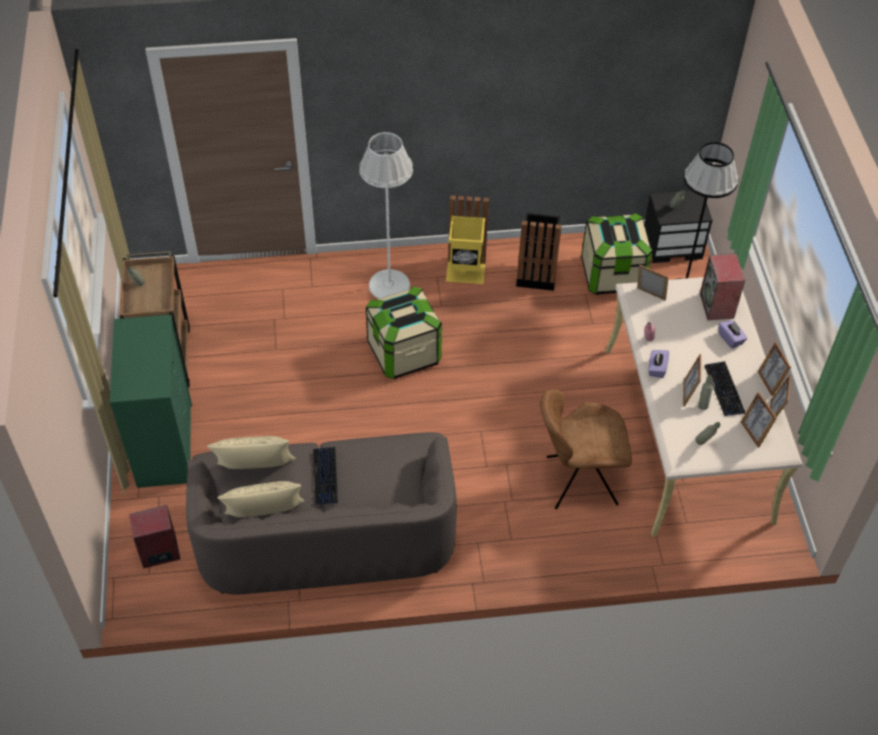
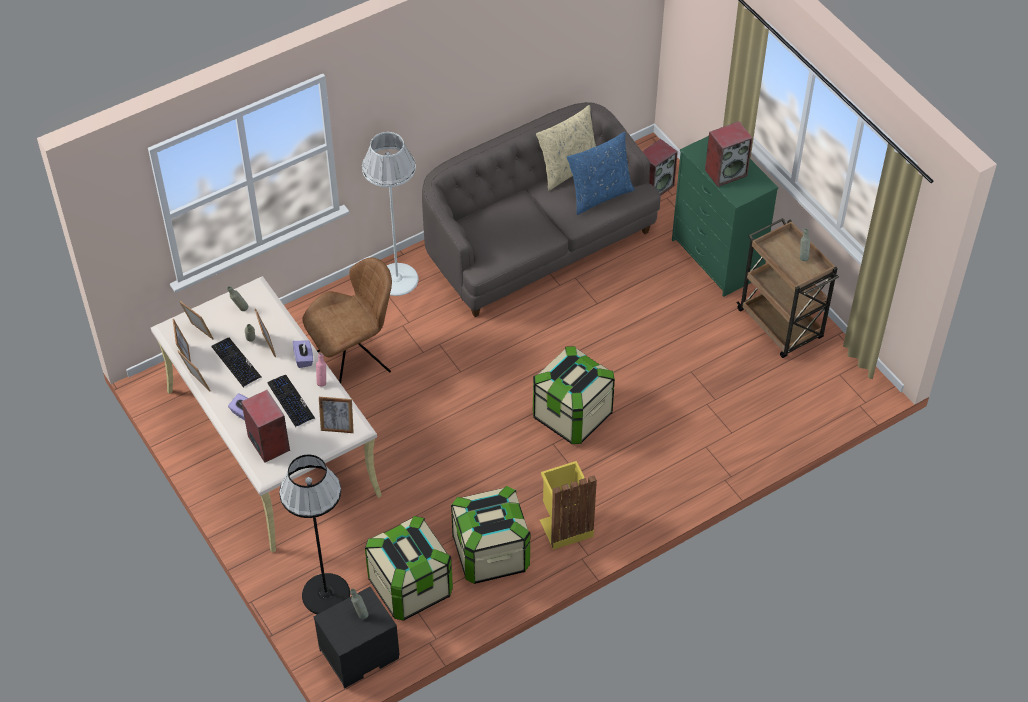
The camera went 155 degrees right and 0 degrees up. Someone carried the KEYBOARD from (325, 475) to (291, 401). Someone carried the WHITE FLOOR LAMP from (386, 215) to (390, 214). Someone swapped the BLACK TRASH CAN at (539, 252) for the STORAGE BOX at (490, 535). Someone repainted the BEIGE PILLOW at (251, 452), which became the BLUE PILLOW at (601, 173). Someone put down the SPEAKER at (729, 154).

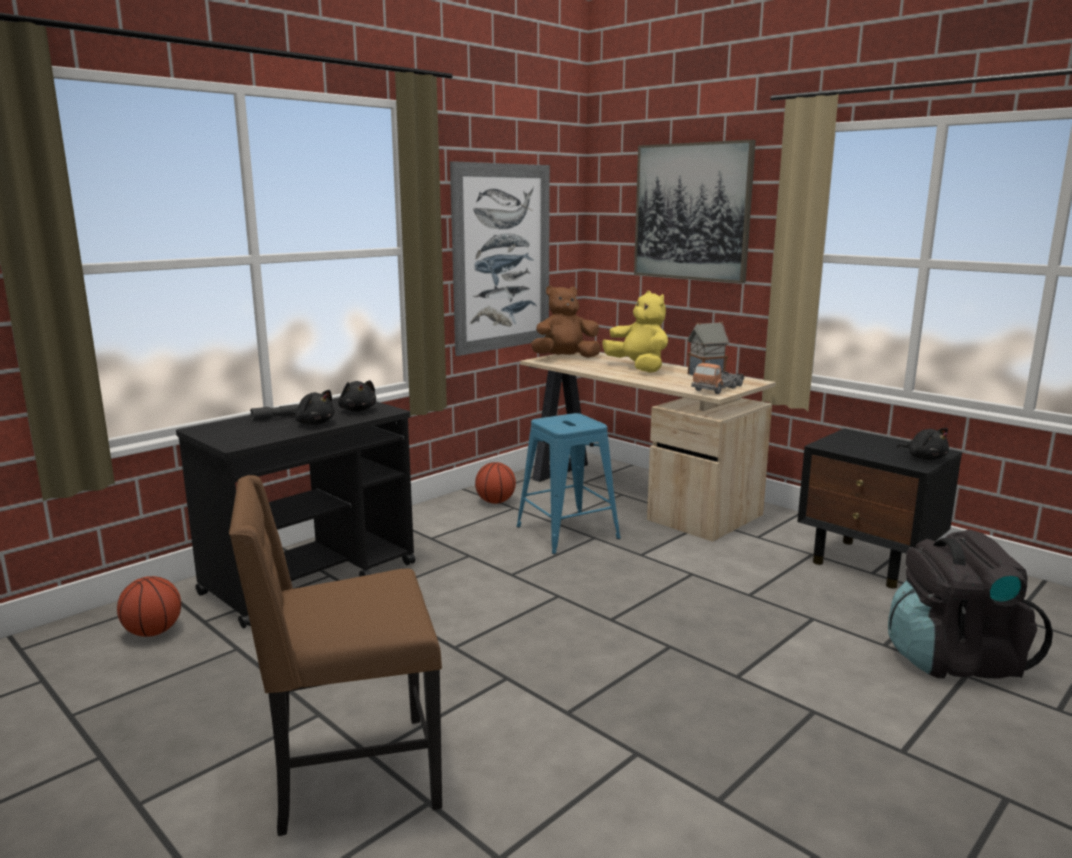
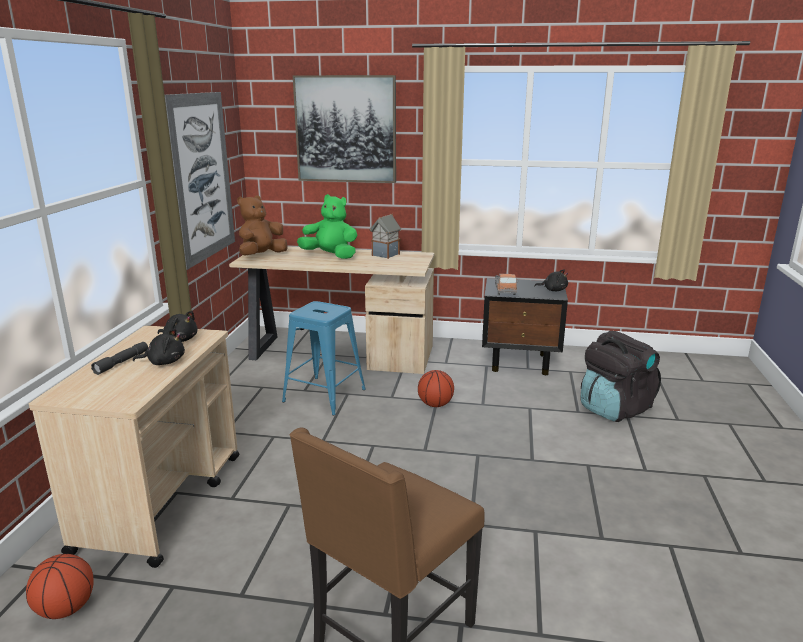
The camera went 35 degrees left and 5 degrees up. Someone repainted the BLACK CART at (296, 513), which became the BEIGE CART at (134, 447). Someone repainted the YELLOW PLUSH TOY at (635, 332), which became the GREEN PLUSH TOY at (327, 226). Someone carried the BASKETBALL from (495, 483) to (436, 388). Someone carried the TOY TRUCK from (717, 378) to (506, 284).

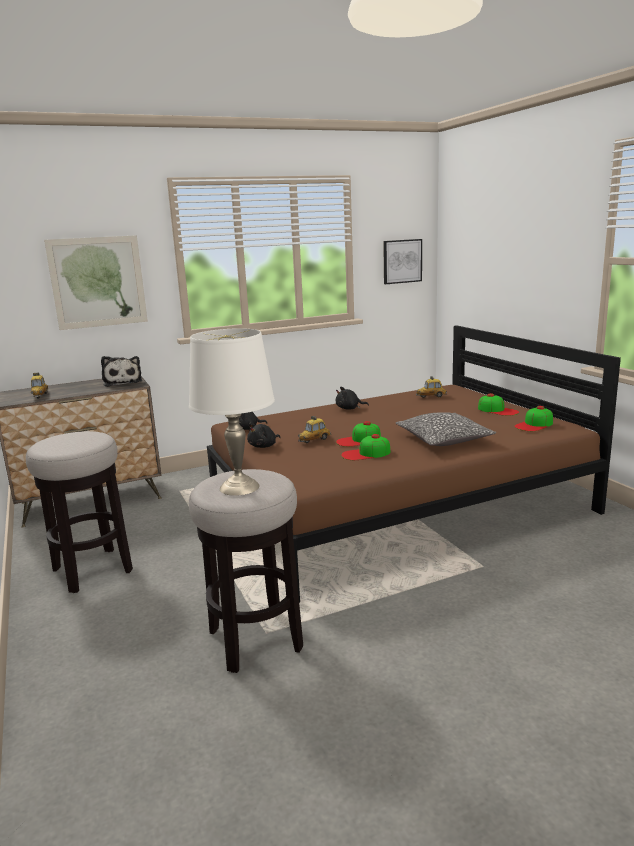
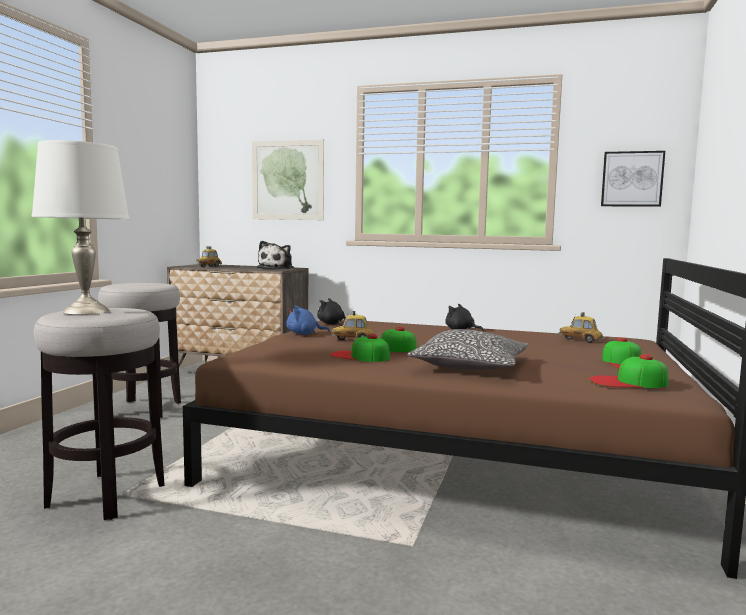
The camera went 40 degrees right and 10 degrees down. Someone repainted the BLACK PLUSH TOY at (264, 435), which became the BLUE PLUSH TOY at (308, 320).

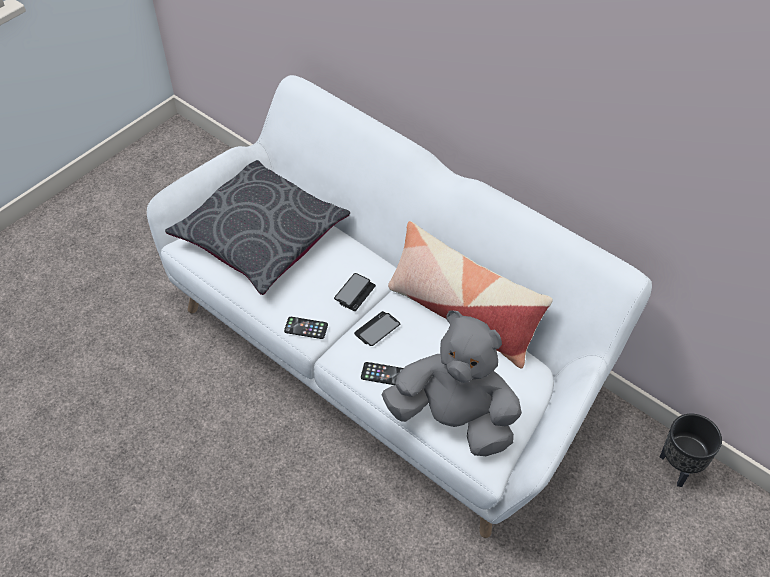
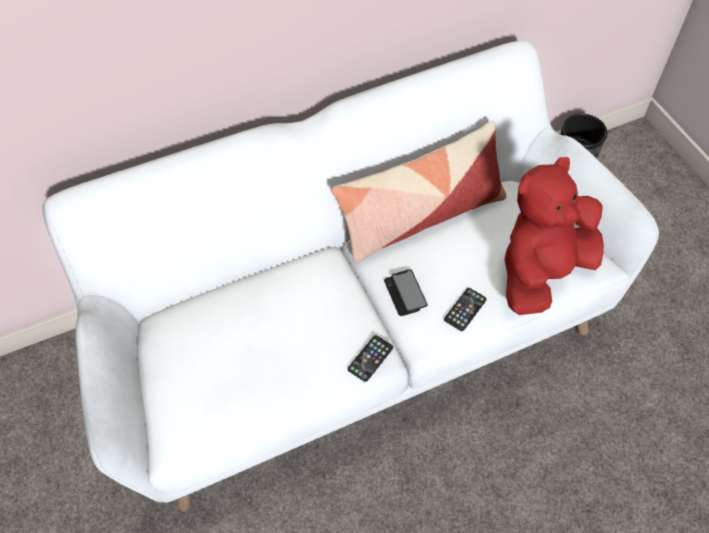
The camera went 65 degrees left and 5 degrees up. Someone repainted the GREY PLUSH TOY at (452, 383), which became the RED PLUSH TOY at (554, 236). Someone took away the GREY PILLOW at (257, 227). Someone took away the PHONE at (355, 292).

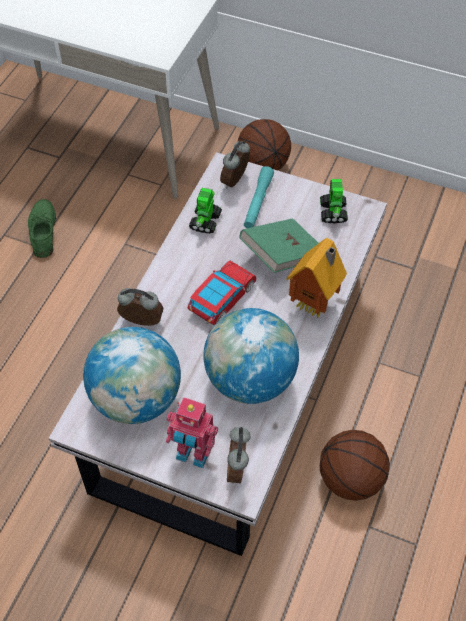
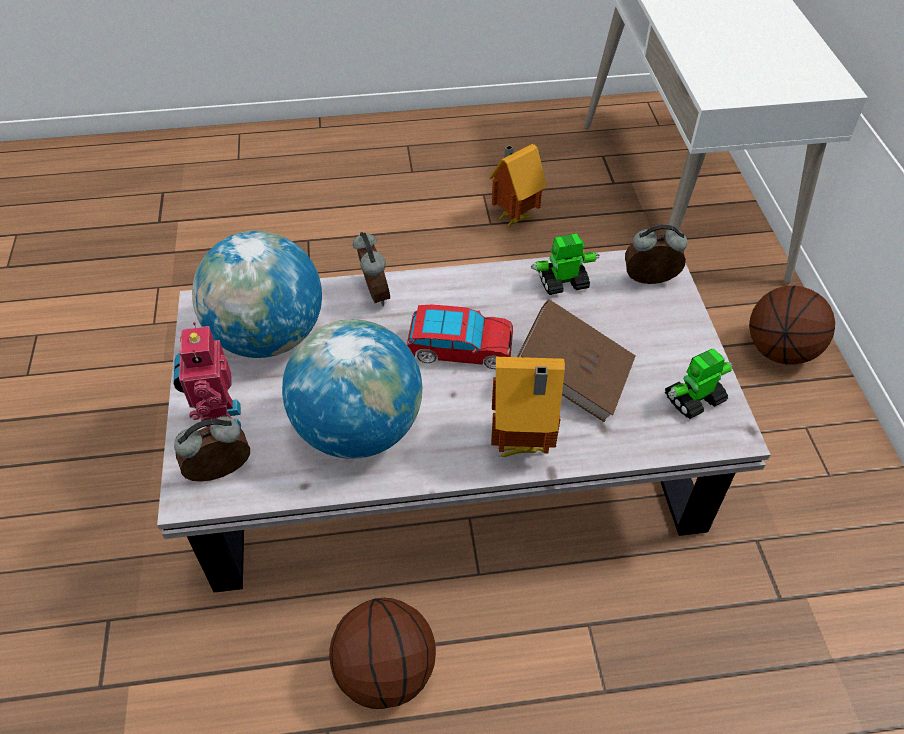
The camera went 60 degrees right and 5 degrees down. Someone swapped the GREEN SHOE at (42, 228) for the TOY HOUSE at (518, 186). Someone repainted the GREEN BOOK at (279, 245), which became the BROWN BOOK at (576, 360). Someone took away the TURQUOISE FLASHLIGHT at (259, 197).

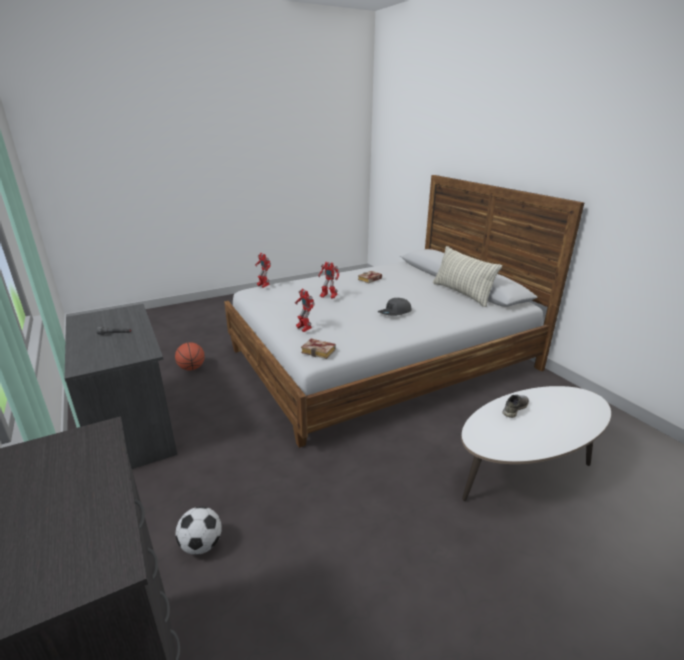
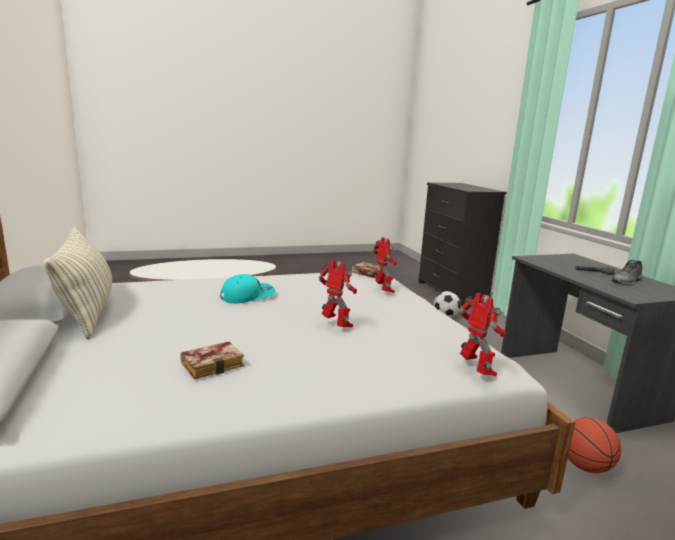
The camera went 170 degrees left and 10 degrees down. Someone repainted the GREY CAP at (395, 307), which became the TURQUOISE CAP at (247, 288). Someone carried the GREY SHOE from (516, 406) to (627, 273).

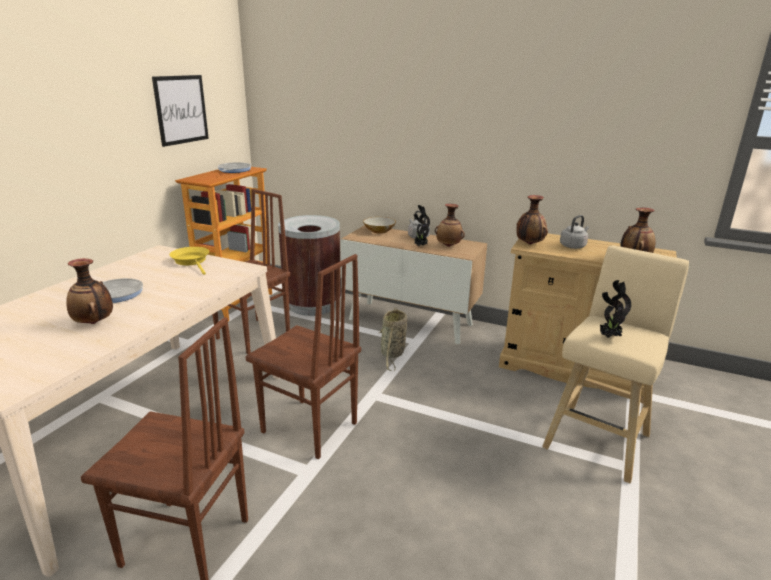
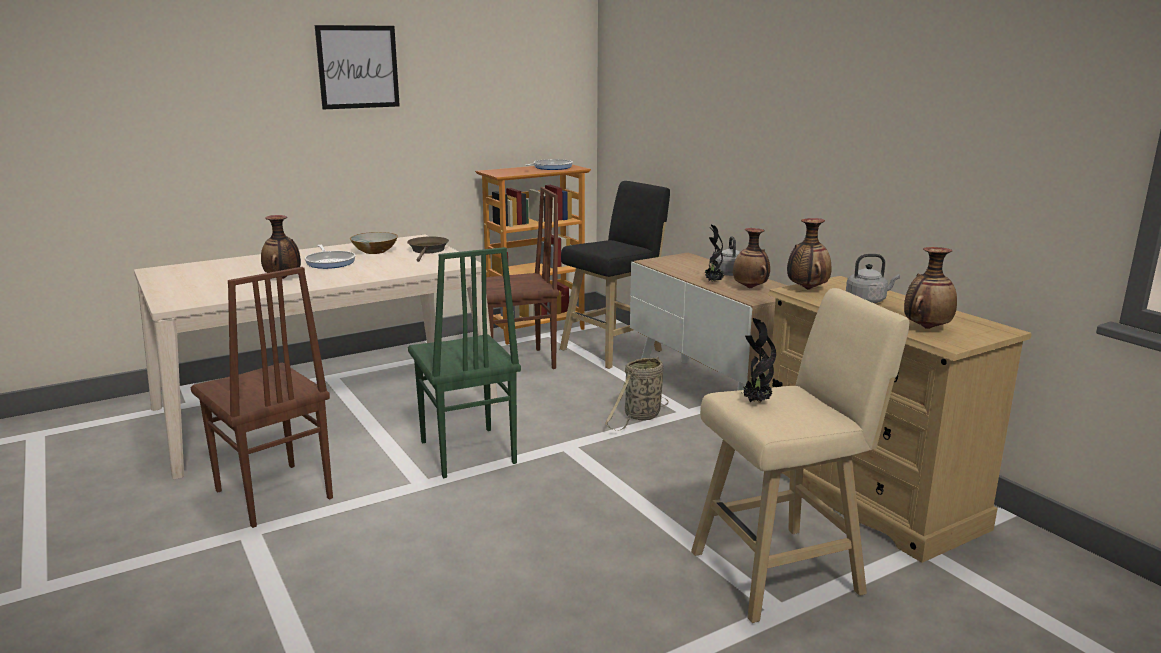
The camera went 35 degrees right and 5 degrees down. Someone carried the PICTURE from (180, 111) to (357, 67). Someone carried the BOWL from (379, 225) to (374, 243). Someone repainted the YELLOW FRYING PAN at (189, 261), which became the BROWN FRYING PAN at (428, 249). Someone repainted the BROWN CHAIR at (303, 356), which became the GREEN CHAIR at (464, 362). Someone swapped the BROWN TRASH CAN at (309, 265) for the BLACK STOOL at (615, 275).

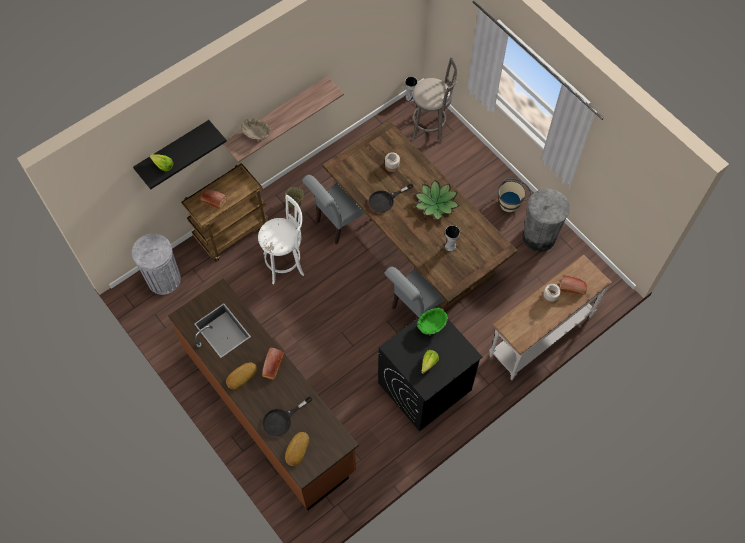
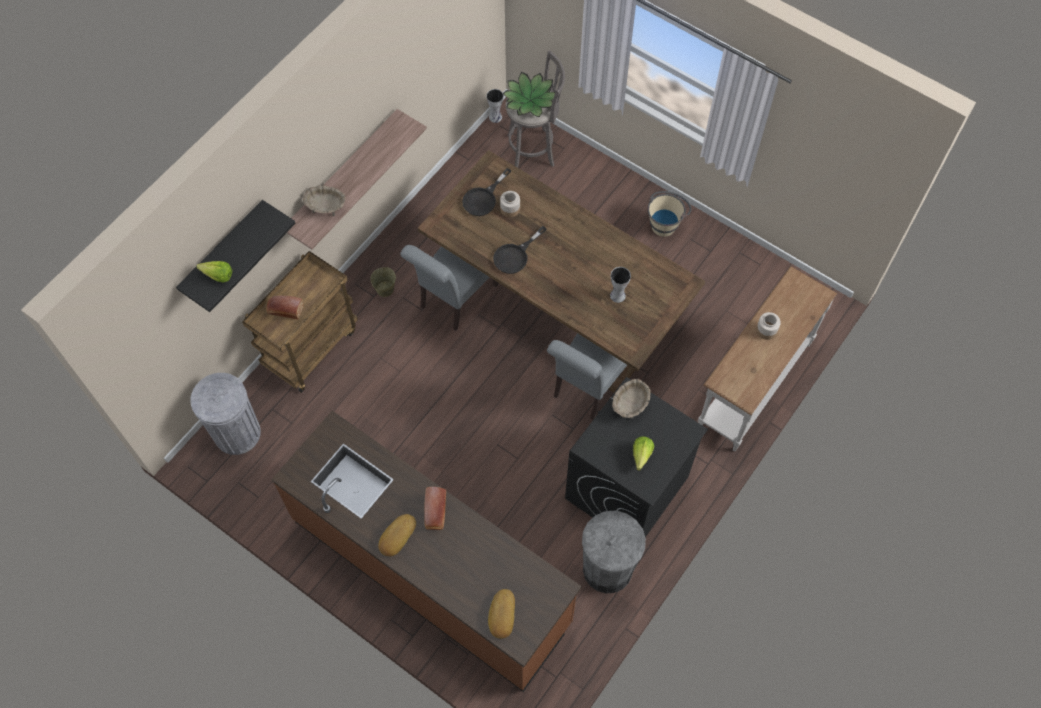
The camera went 15 degrees left and 0 degrees up. Someone carried the BLACK FRYING PAN from (287, 416) to (486, 192). Someone carried the POTTED PLANT from (437, 200) to (529, 94). Someone carried the GREY TRASH CAN from (546, 220) to (614, 552). Someone repainted the GREEN BOWL at (432, 322), which became the BEIGE BOWL at (631, 399). Someone took away the WHITE STOOL at (281, 239). Someone took away the BREAD at (573, 285).

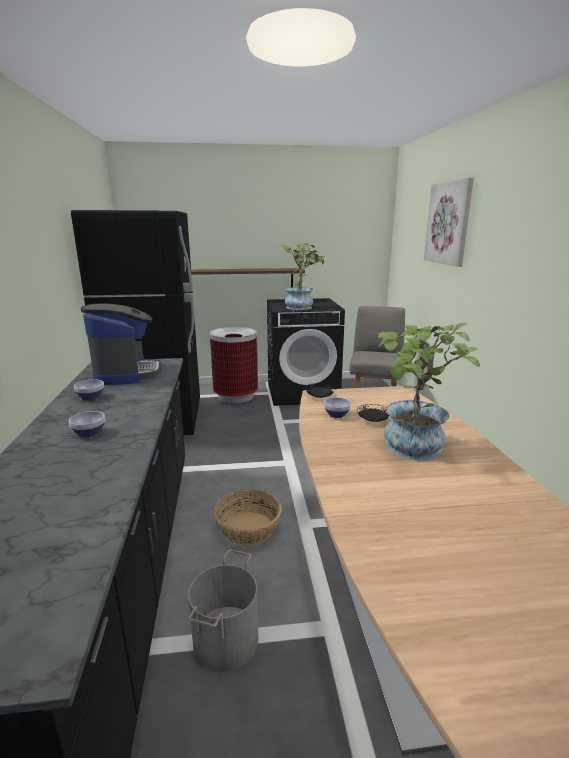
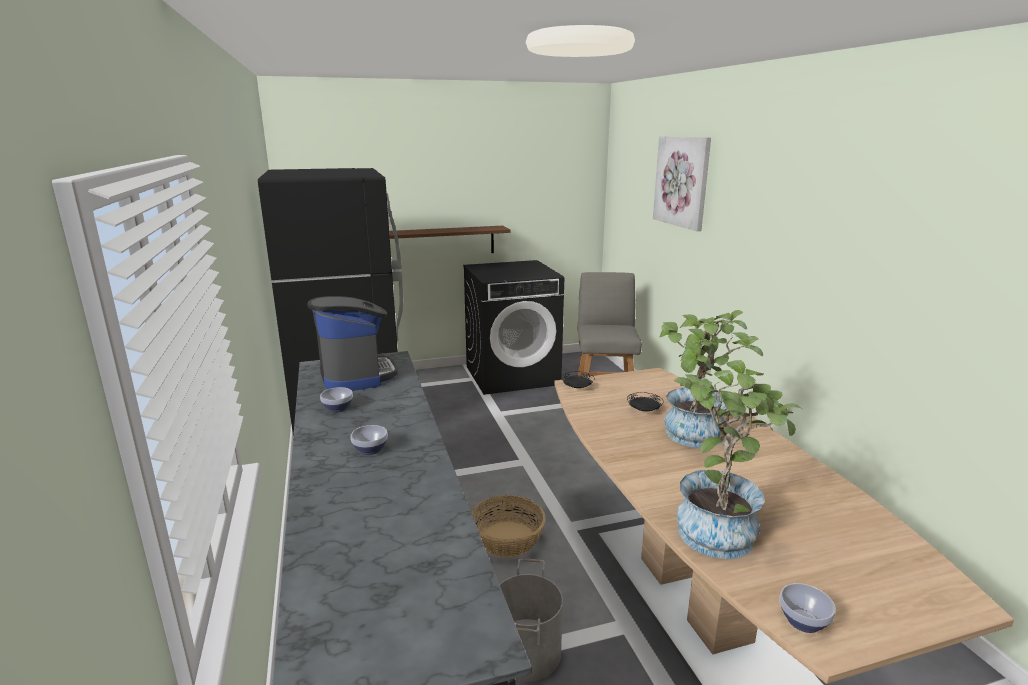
The camera went 10 degrees left and 0 degrees up. Someone carried the POTTED PLANT from (302, 276) to (738, 459). Someone carried the BOWL from (337, 407) to (808, 608). Someone took away the TRASH CAN at (234, 365).

